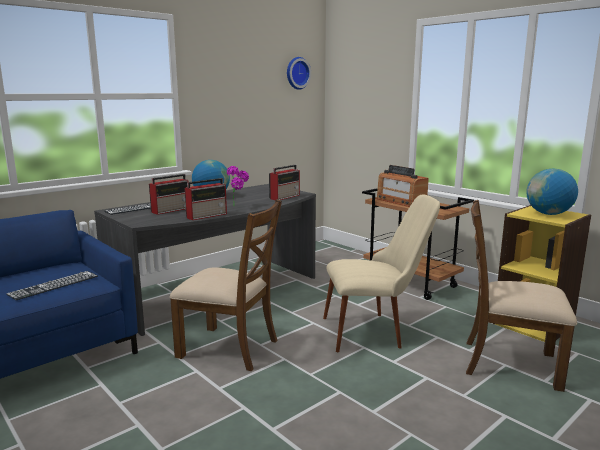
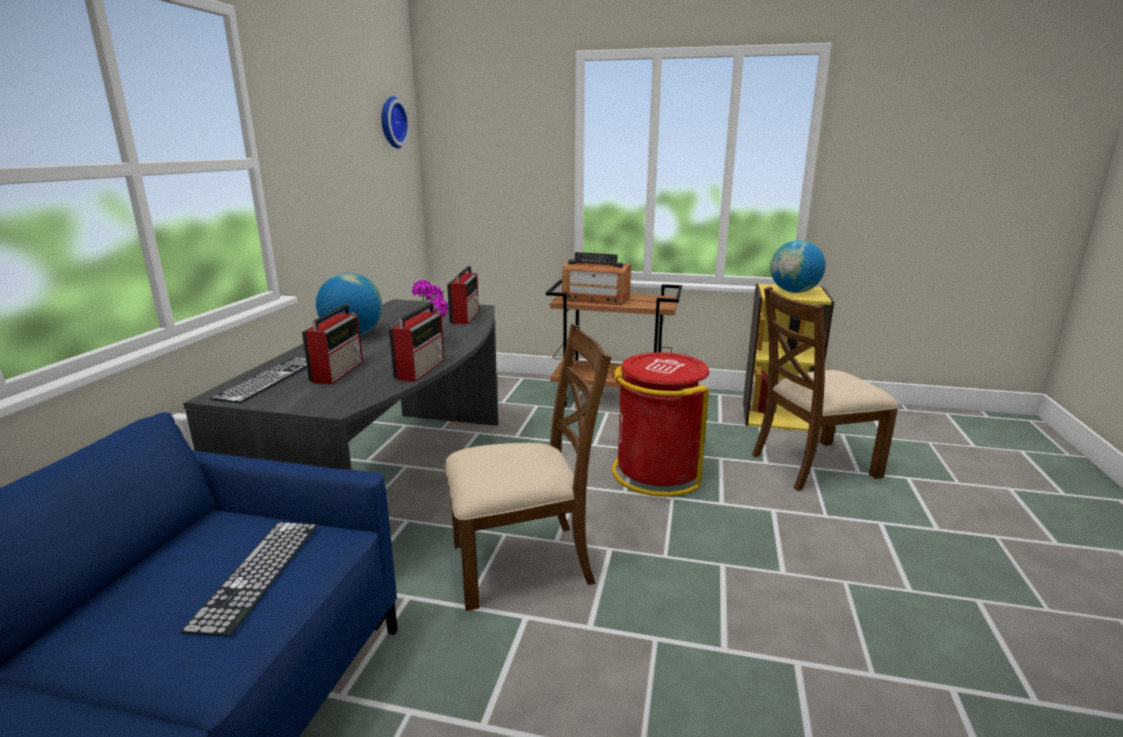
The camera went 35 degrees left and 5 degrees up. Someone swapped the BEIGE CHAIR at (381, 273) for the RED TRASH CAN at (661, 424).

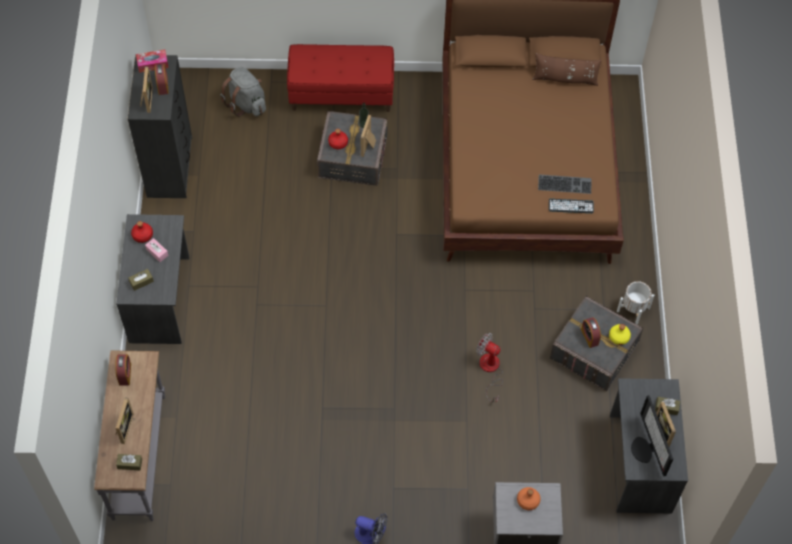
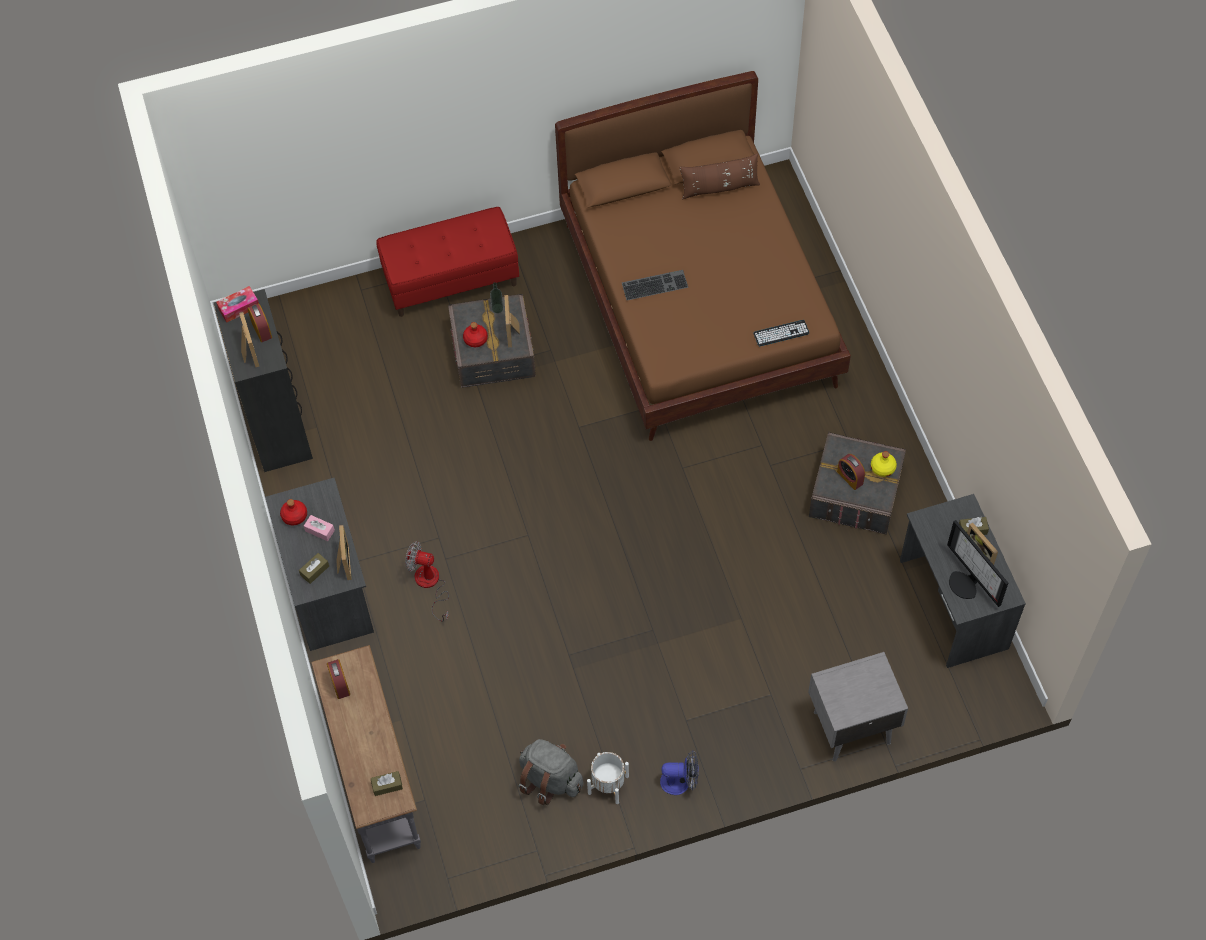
The camera went 15 degrees left and 0 degrees up. Someone carried the PICTURE FRAME from (125, 420) to (344, 552). Someone carried the FAN from (489, 367) to (427, 581). Someone carried the GREY BACKPACK from (243, 92) to (550, 772). Someone carried the WHITE PLANTER from (635, 302) to (608, 778). Someone carried the KEYBOARD from (565, 184) to (655, 285). Someone took away the ORANGE BOTTLE at (529, 498).

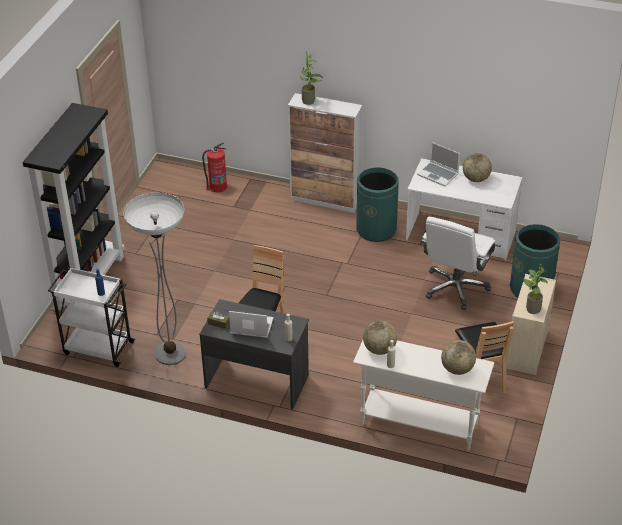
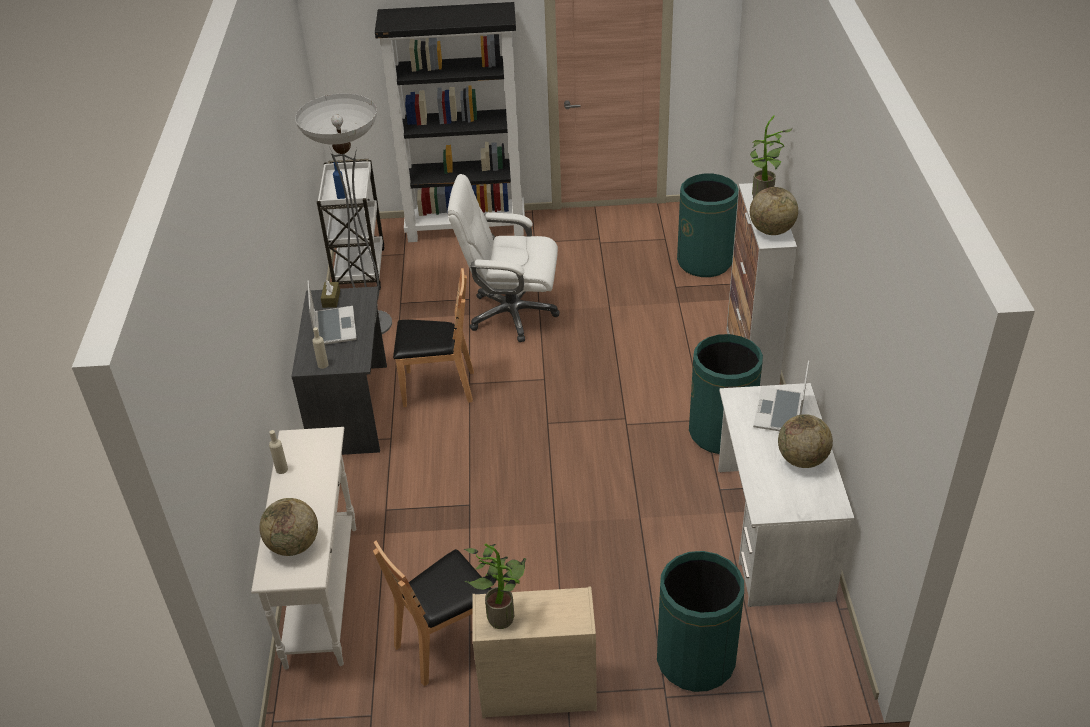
The camera went 70 degrees right and 0 degrees up. Someone carried the WHITE OFFICE CHAIR from (458, 263) to (503, 258). Someone swapped the FIRE EXTINGUISHER at (214, 167) for the GREEN TRASH CAN at (707, 225). Someone carried the GLOBE from (380, 338) to (774, 211).

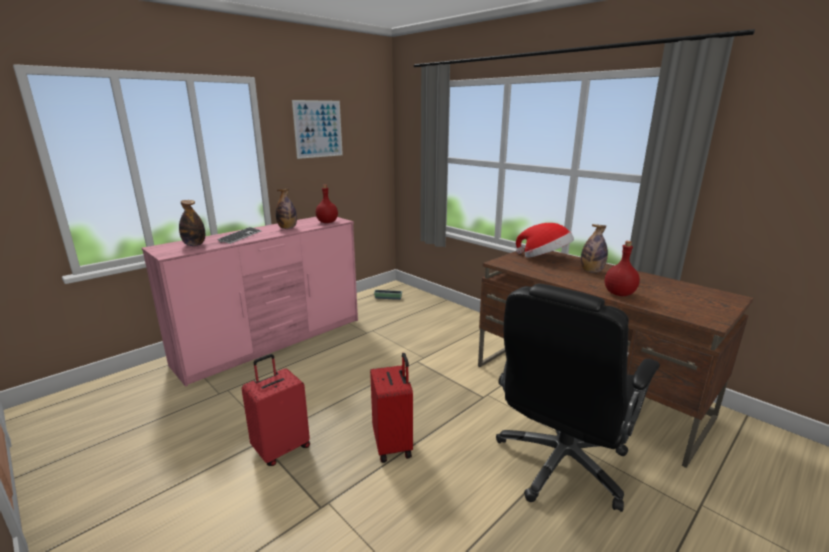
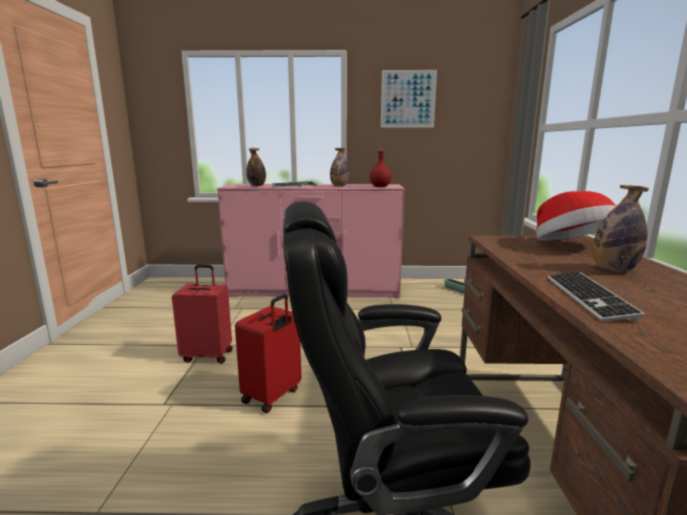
The camera went 45 degrees right and 5 degrees down. Someone swapped the RED BOTTLE at (622, 268) for the KEYBOARD at (596, 296).

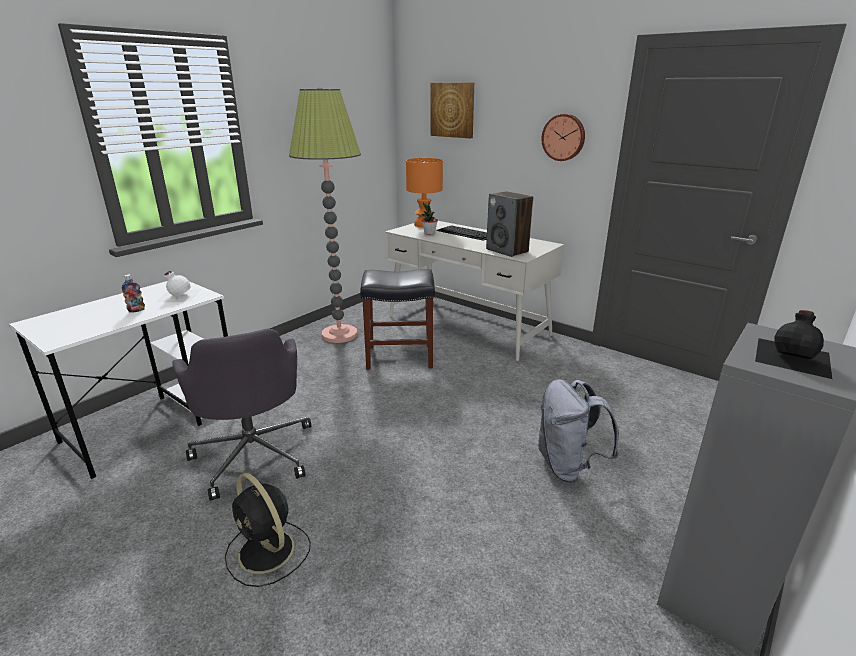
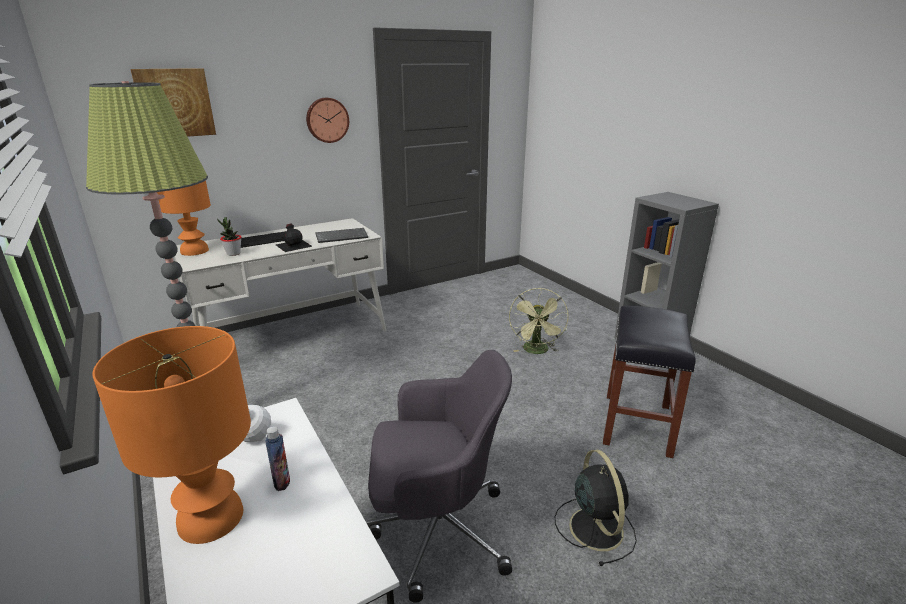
The camera went 70 degrees left and 0 degrees up. Someone put down the ORANGE TABLE LAMP at (171, 435). Someone carried the BLACK BOTTLE from (793, 344) to (294, 238). Someone swapped the SPEAKER at (509, 224) for the KEYBOARD at (341, 235). Someone swapped the GREY BACKPACK at (578, 431) for the GREEN FAN at (539, 321). Someone rotated the BLACK FAN at (268, 530) by 75 degrees counterclockwise. Someone carried the BLACK STOOL from (397, 319) to (649, 382).

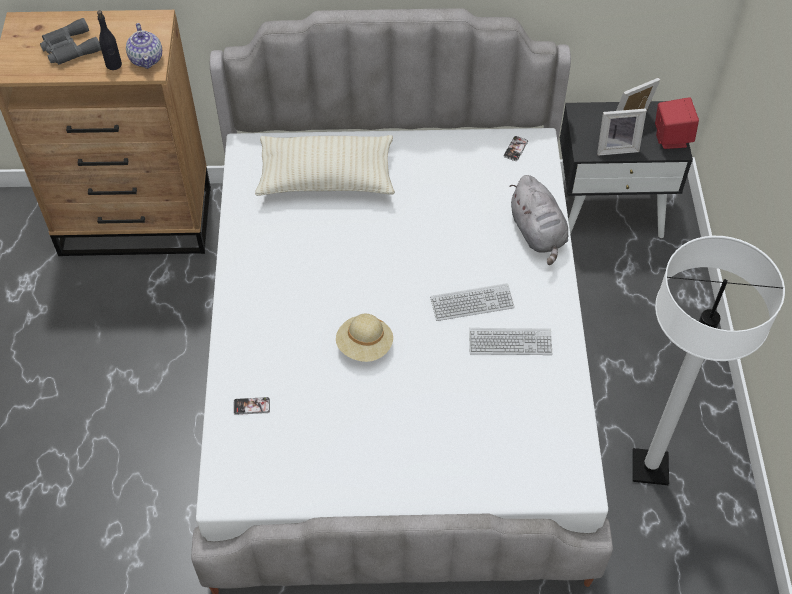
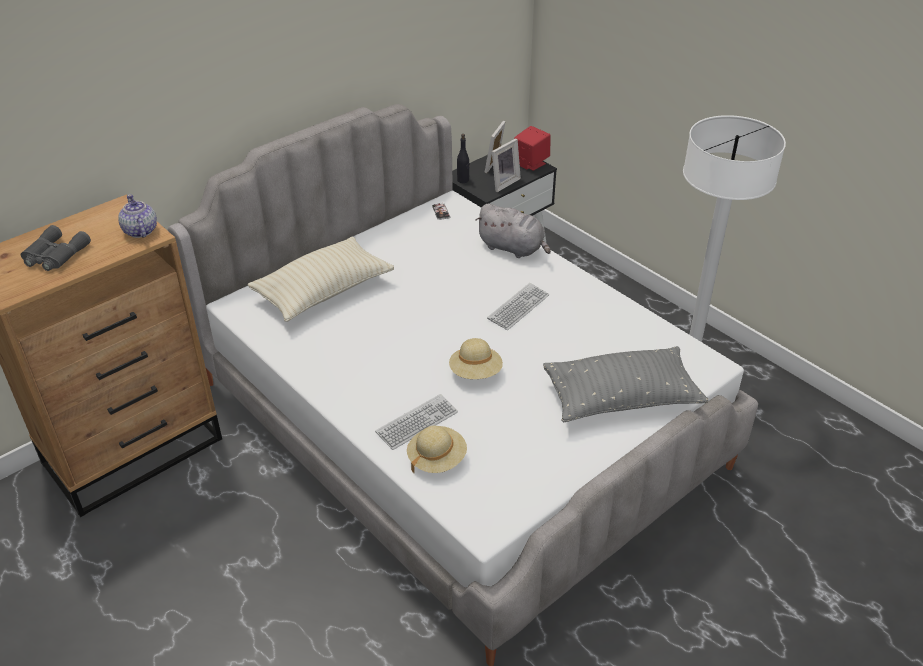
The camera went 40 degrees left and 15 degrees down. Someone rotated the TEAPOT at (144, 46) by 150 degrees counterclockwise. Someone carried the KEYBOARD from (510, 341) to (416, 422). Someone swapped the PHONE at (251, 406) for the BEIGE HAT at (437, 450). Someone carried the BLACK BOTTLE from (109, 40) to (463, 158). Someone put down the GREY PILLOW at (625, 384).

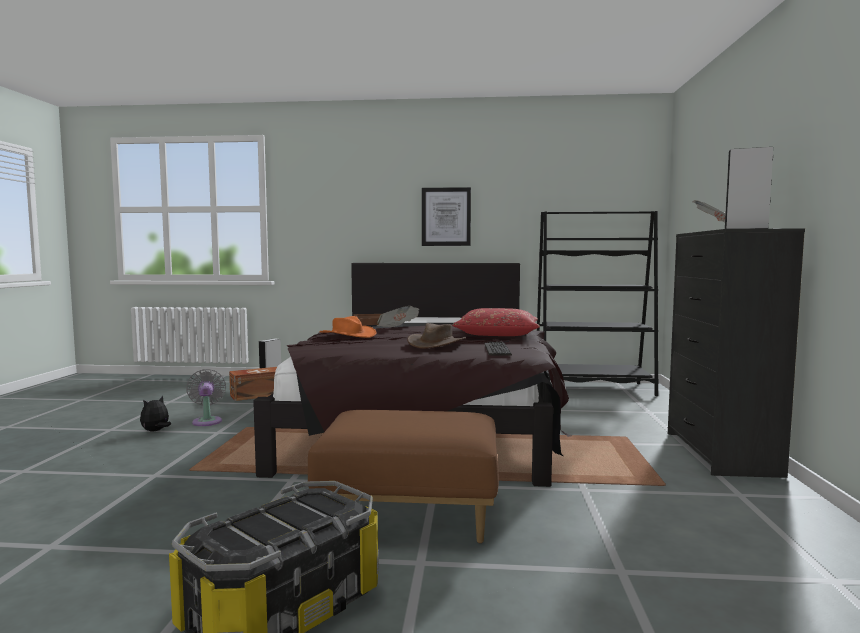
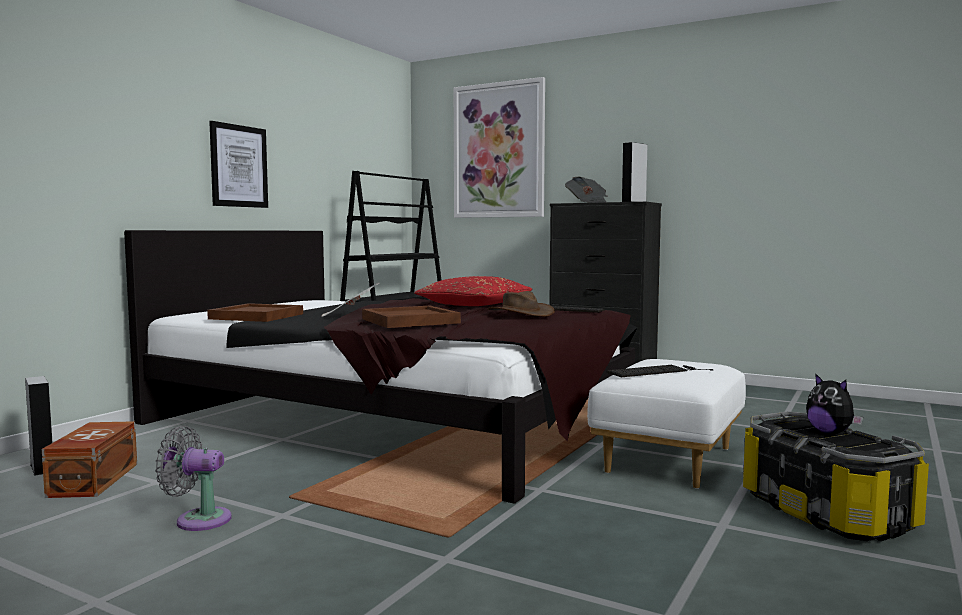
The camera went 65 degrees left and 0 degrees up. Someone swapped the ORANGE HAT at (348, 327) for the BROWN TRAY at (411, 317). Someone put up the PICTURE at (499, 147). Someone repainted the BROWN OTTOMAN at (403, 476), which became the WHITE OTTOMAN at (666, 424). Someone put down the KEYBOARD at (660, 371). Someone carried the PLUSH TOY from (155, 414) to (834, 403).

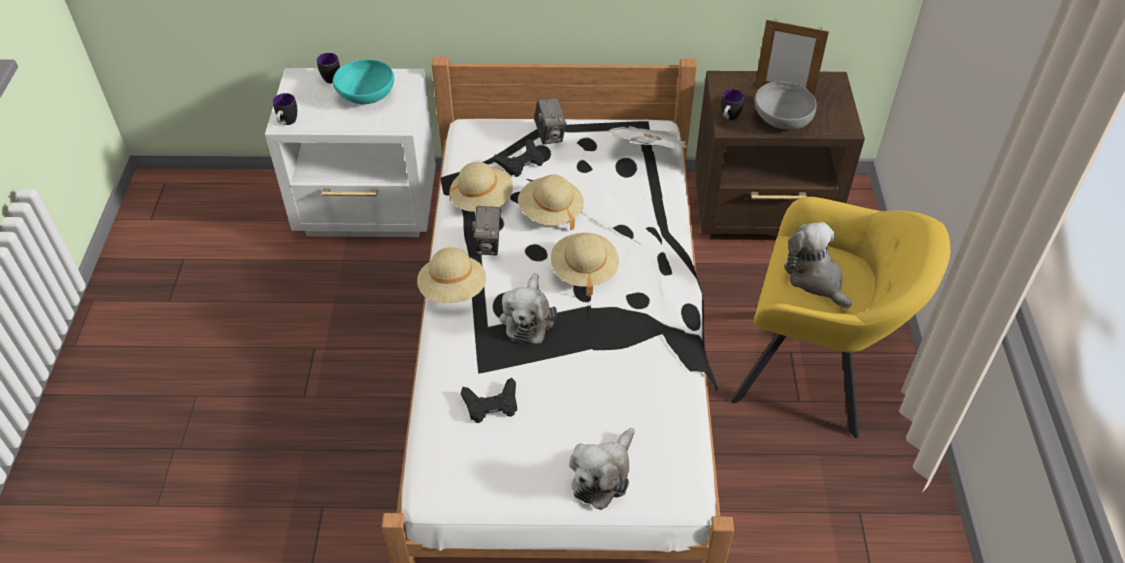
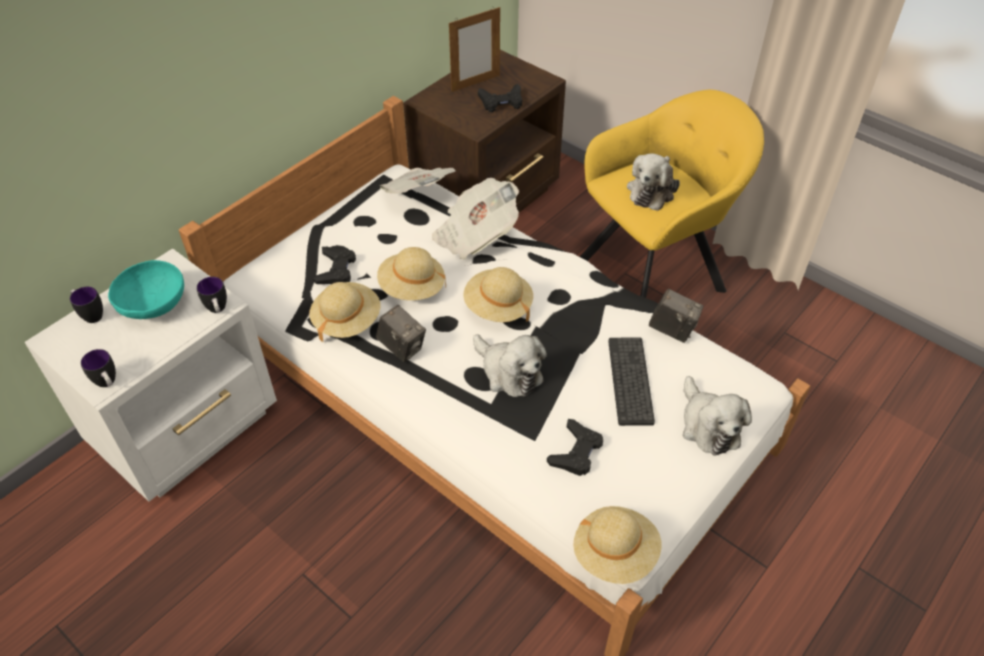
The camera went 50 degrees left and 0 degrees up. Someone carried the MUG from (732, 105) to (212, 295). Someone put down the NEWSPAPER at (475, 219). Someone swapped the GREY BOWL at (785, 105) for the BLACK GAME CONTROLLER at (500, 98). Someone carried the BEIGE HAT from (451, 275) to (617, 545). Someone put down the KEYBOARD at (631, 382). Someone rotated the PLUSH TOY at (818, 265) by 75 degrees counterclockwise. Someone carried the PHOTO CAMERA from (550, 121) to (676, 316).

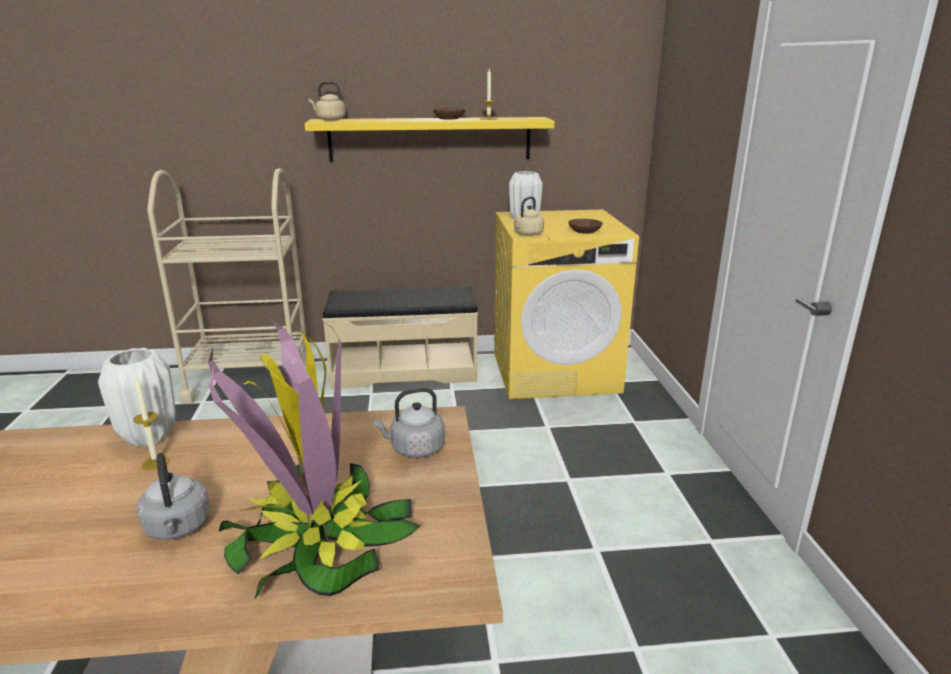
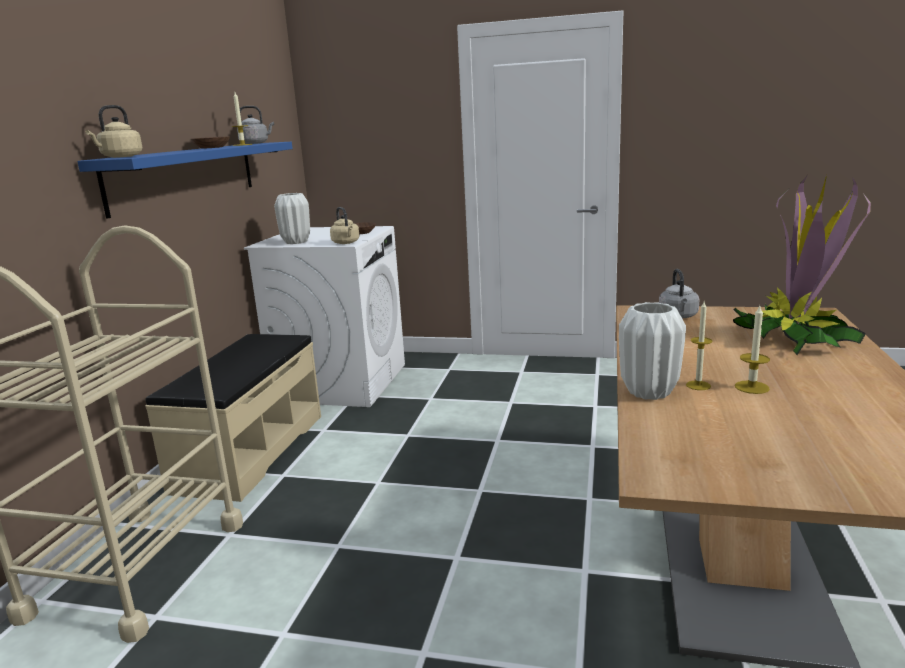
The camera went 70 degrees left and 5 degrees down. Someone repainted the YELLOW SHELF at (429, 139), which became the BLUE SHELF at (185, 180). Someone carried the GREY KETTLE from (173, 496) to (255, 125). Someone repainted the YELLOW WASHING MACHINE at (566, 304), which became the WHITE WASHING MACHINE at (324, 316). Someone put down the CANDLE at (752, 350).

